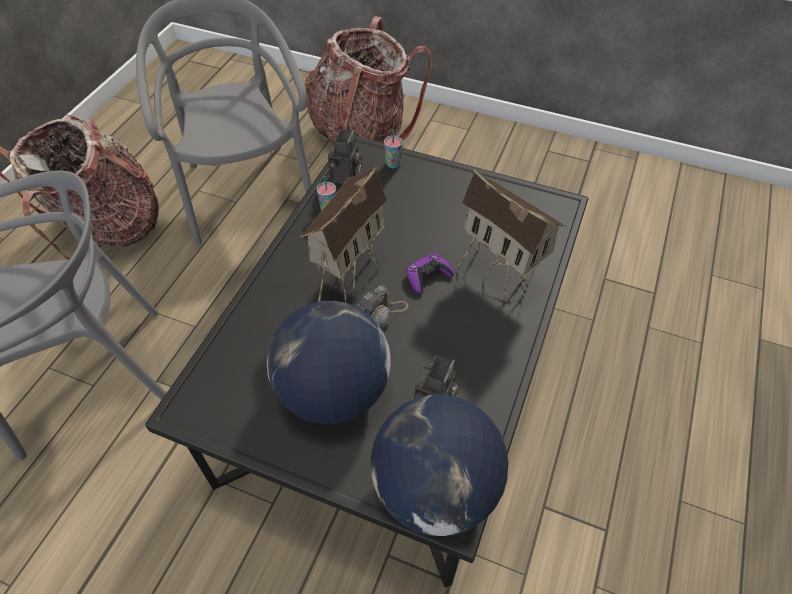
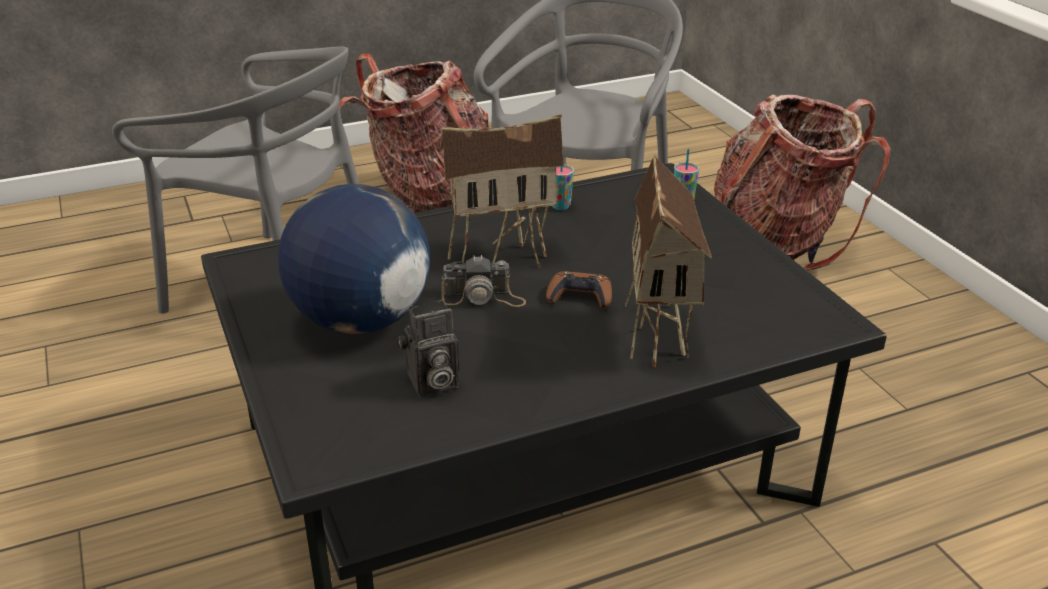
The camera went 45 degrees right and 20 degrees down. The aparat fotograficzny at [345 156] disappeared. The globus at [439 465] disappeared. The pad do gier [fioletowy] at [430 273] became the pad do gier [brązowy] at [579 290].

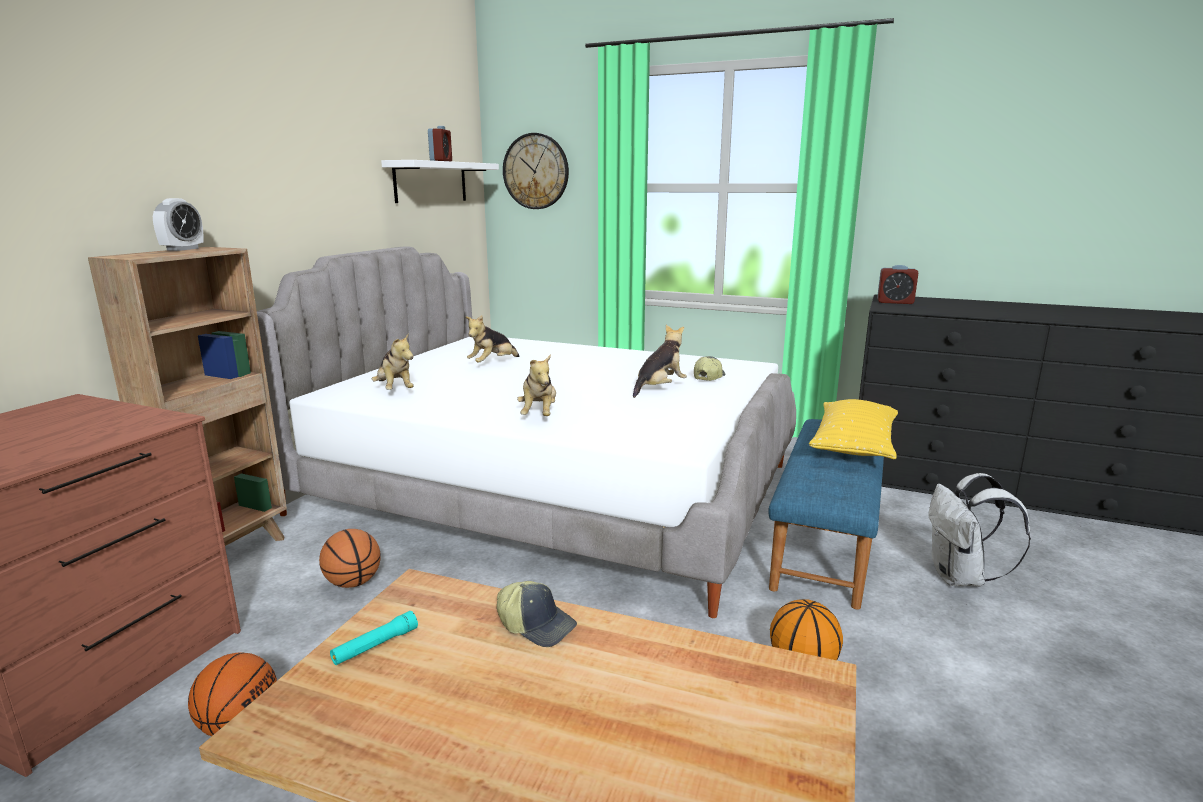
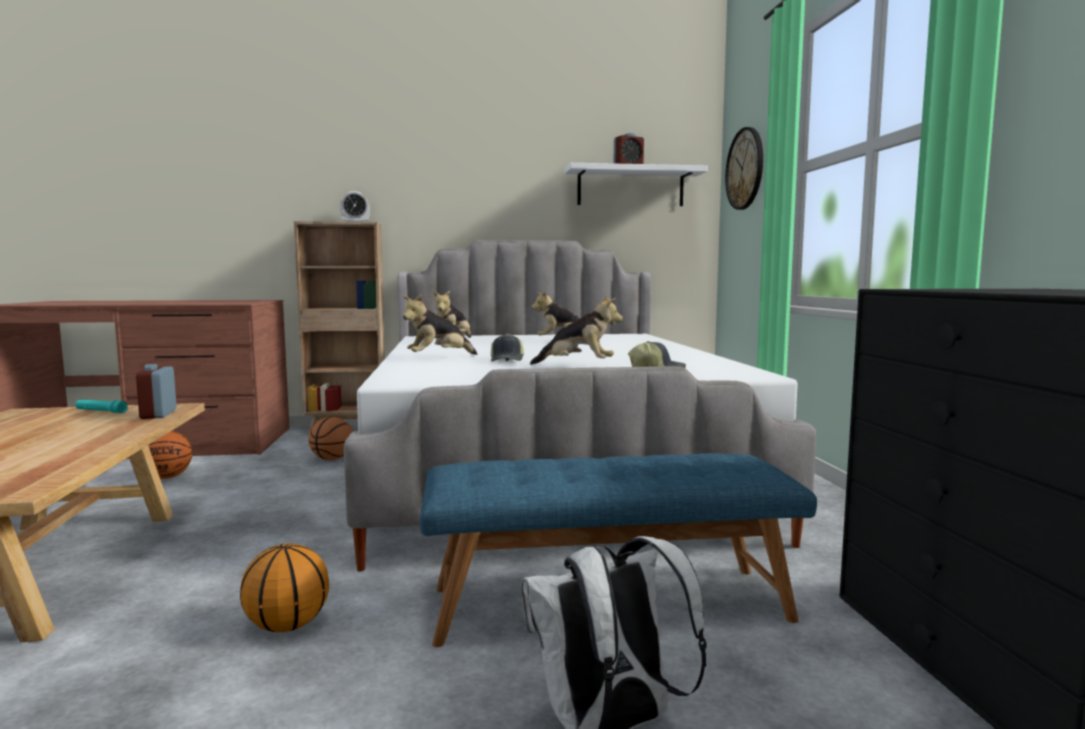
The camera went 60 degrees right and 10 degrees down. The czapka z daszkiem moved from [537 614] to [507 348]. The poduszka [żółty] at [853 429] disappeared. The budzik moved from [897 284] to [156 391].

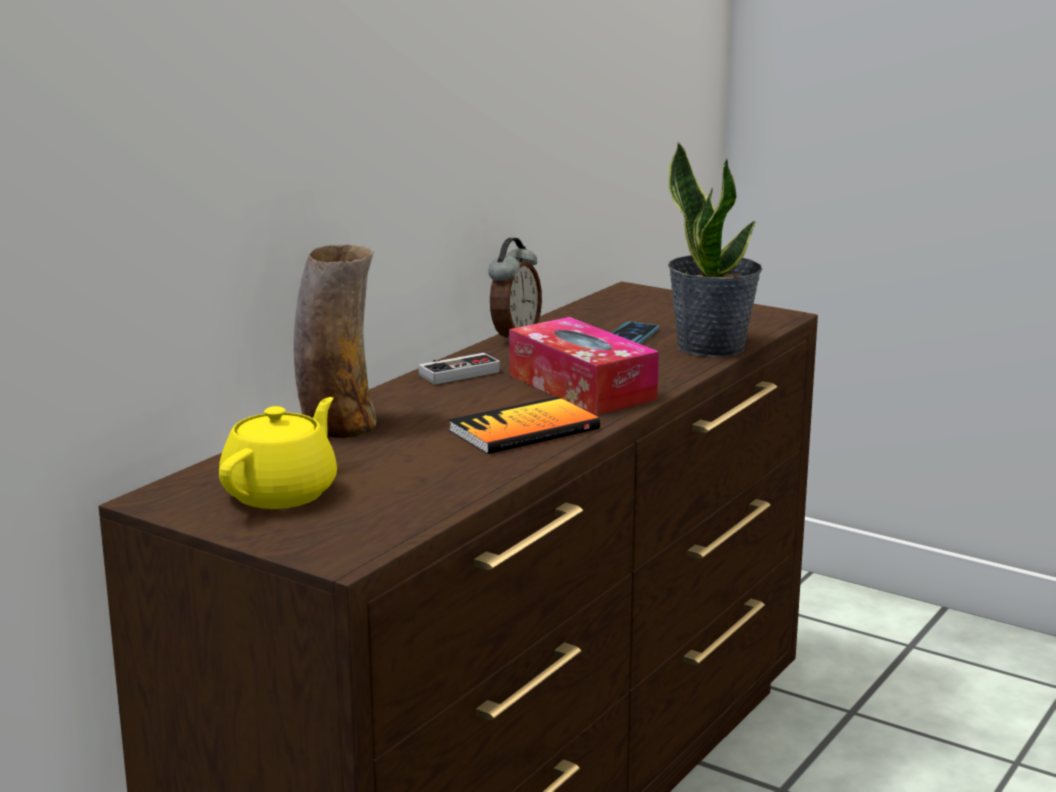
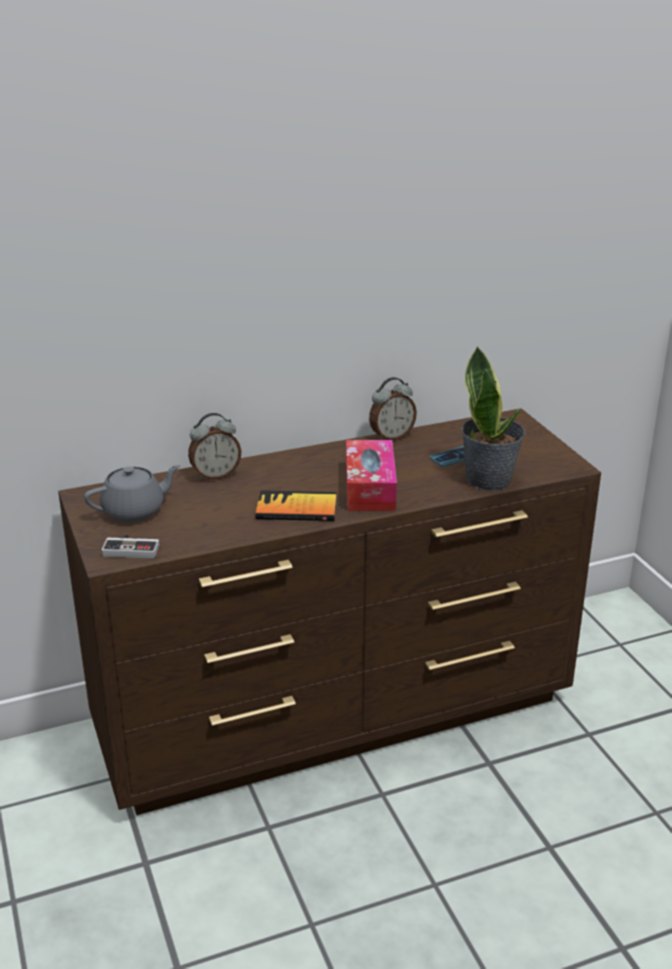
The camera went 35 degrees right and 10 degrees up. The imbryk [żółty] at [278 453] became the imbryk [szary] at [132 493]. The wazon at [335 341] was replaced by the budzik at [214 447]. The pad do gier moved from [459 368] to [130 547].

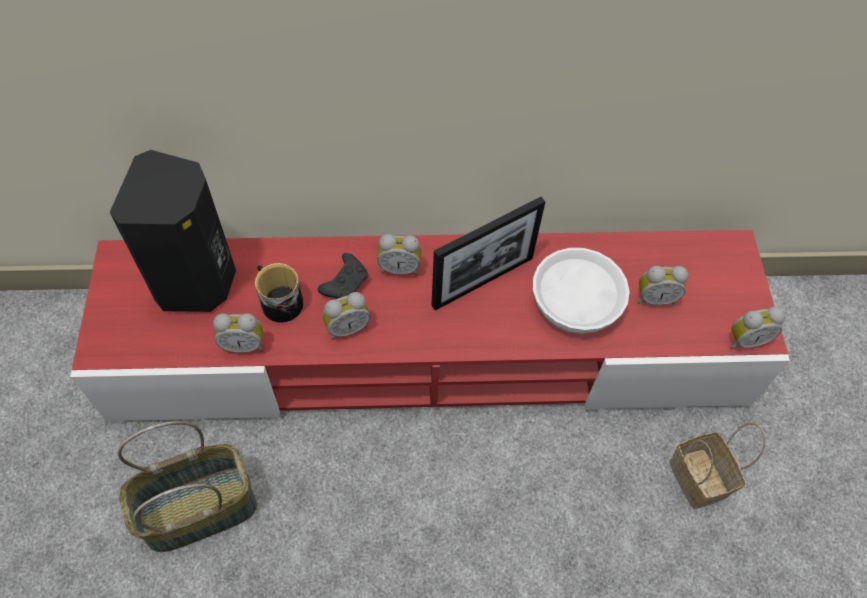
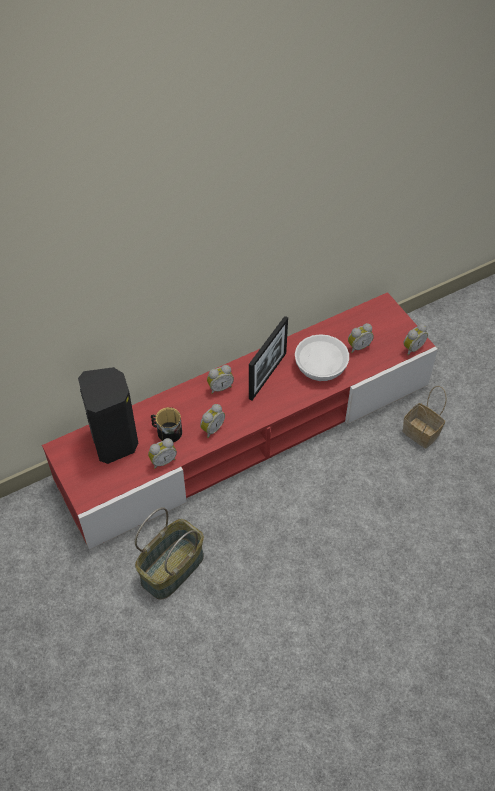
The camera went 25 degrees left and 5 degrees down. The pad do gier [czarny] at [343 276] disappeared.

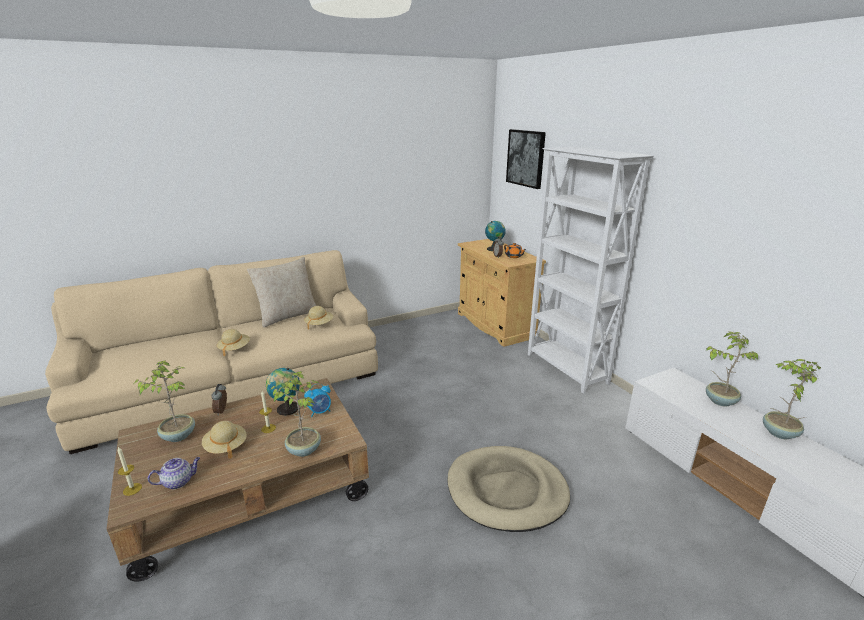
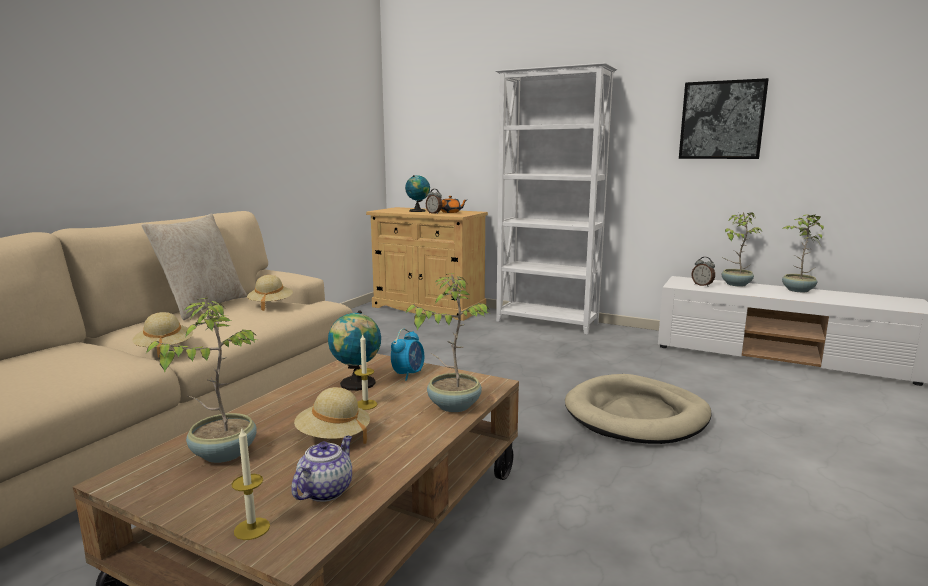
The camera went 35 degrees left and 10 degrees down. The budzik moved from [219 400] to [703 272]. The obraz moved from [526 159] to [724 118].

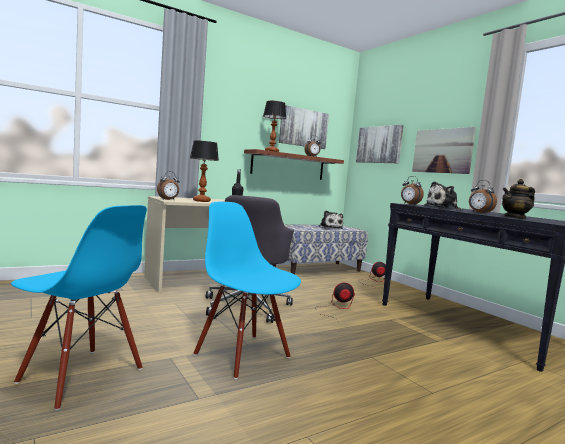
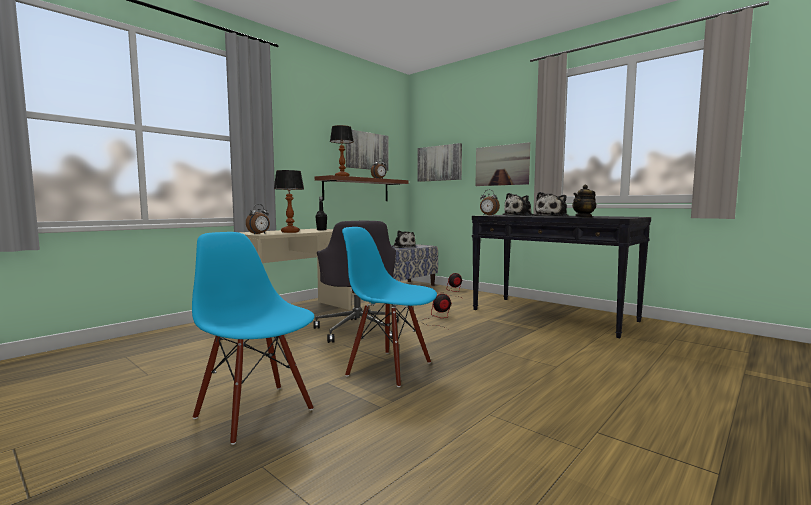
The camera went 15 degrees left and 0 degrees up. The krzesło [niebieski] at [79 307] turned 150 degrees counterclockwise. The budzik at [483 197] was replaced by the pluszak at [551 204].

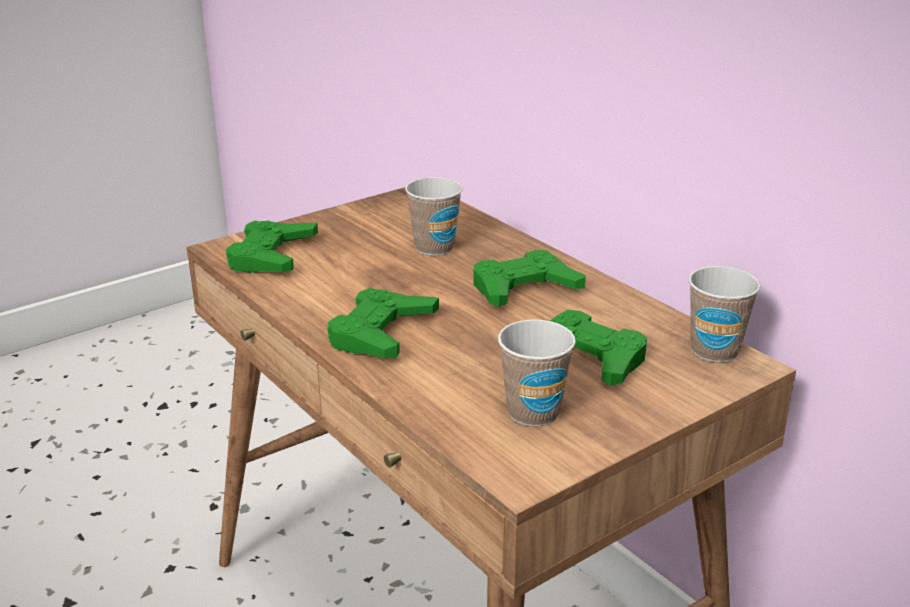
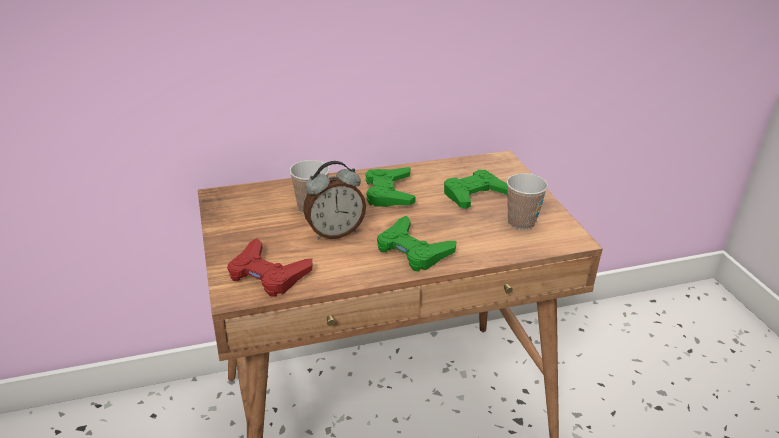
The camera went 70 degrees left and 5 degrees up. The pad do gier [zielony] at [272 247] became the pad do gier [czerwony] at [270 267]. The filiżanka at [724 314] disappeared. The budzik at [334 200] appeared.

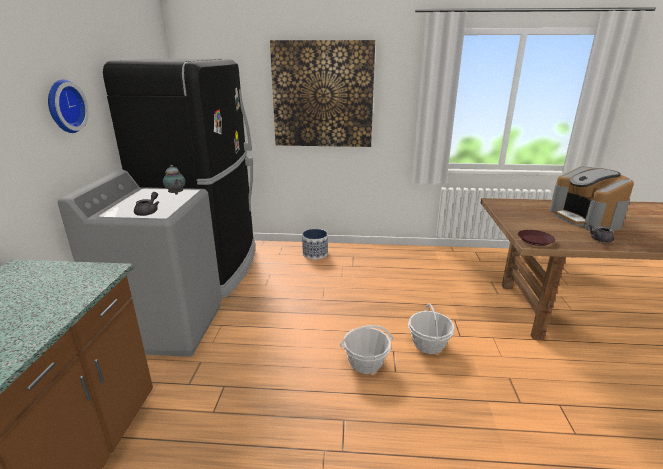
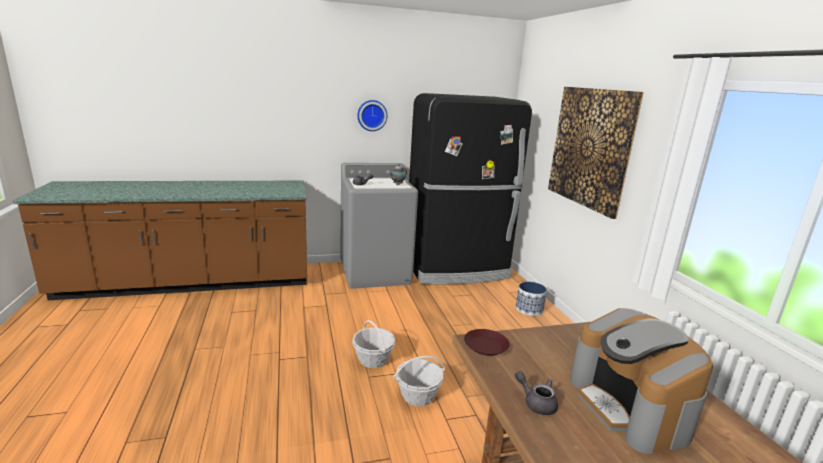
The camera went 70 degrees right and 5 degrees down. The ekspres do kawy at [592 199] turned 75 degrees counterclockwise.

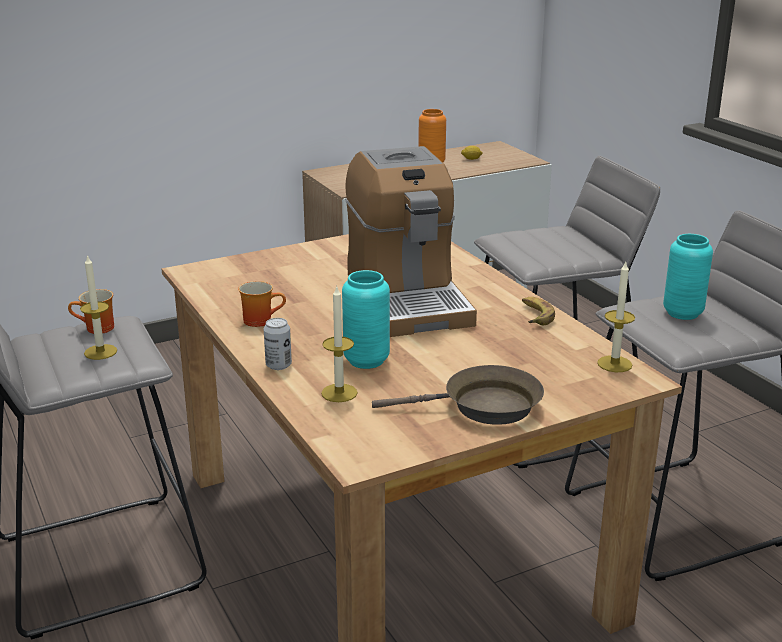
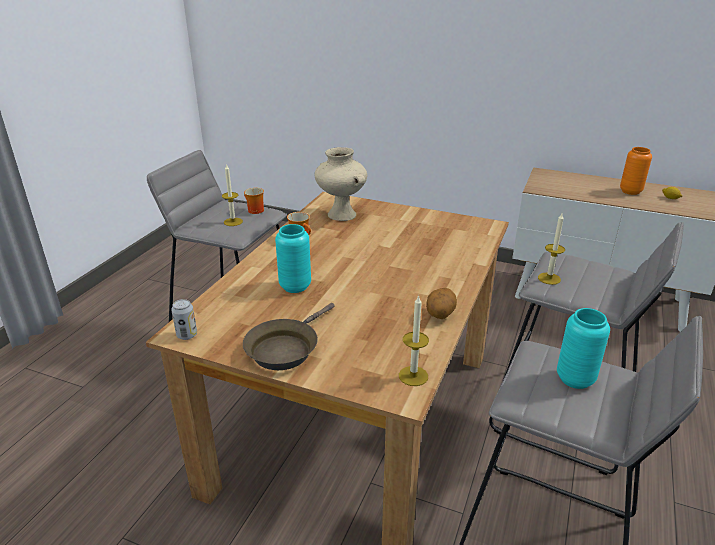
The camera went 50 degrees right and 5 degrees up. The puszka moved from [278 344] to [184 319]. The świeca moved from [339 344] to [551 249]. The ekspres do kawy at [411 241] disappeared. The patelnia [brązowy] at [458 395] turned 75 degrees clockwise. The banan at [538 311] was replaced by the ziemniak at [441 303]. The wazon [beżowy] at [340 184] appeared.

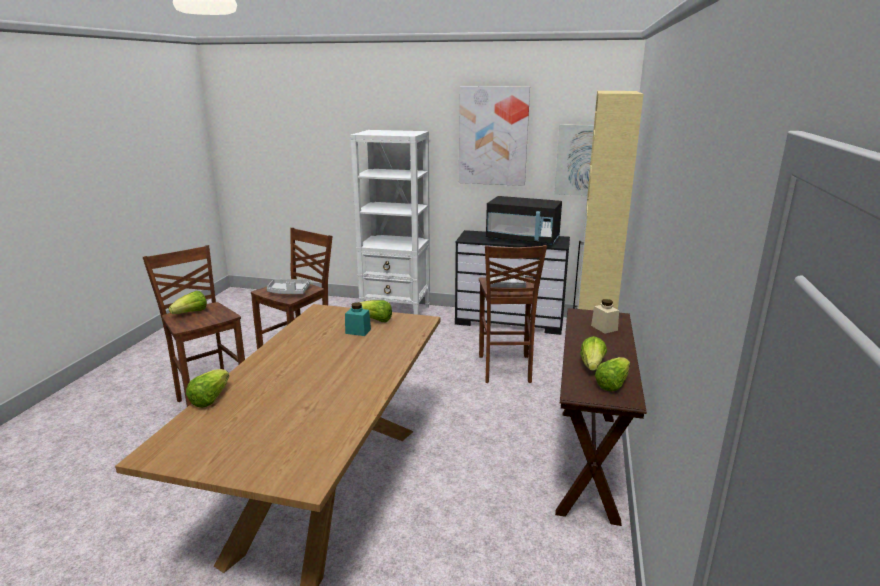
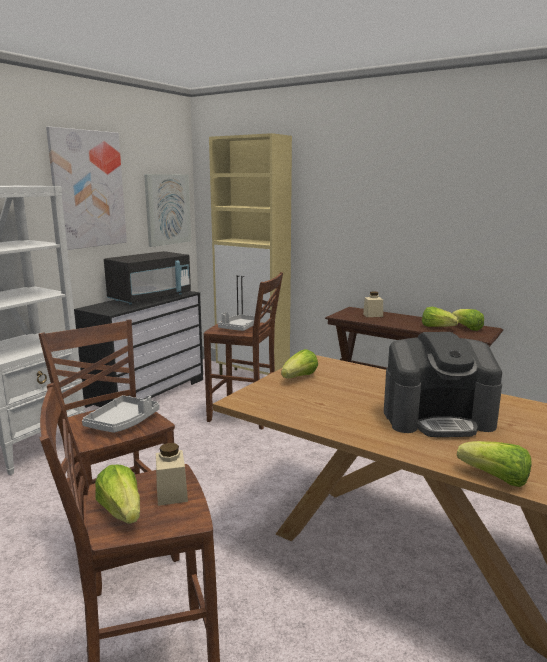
The camera went 70 degrees left and 5 degrees down. The słoik [turkusowy] at [358 319] disappeared. The słoik [beżowy] at [172 474] appeared. The ekspres do kawy at [443 384] appeared.

